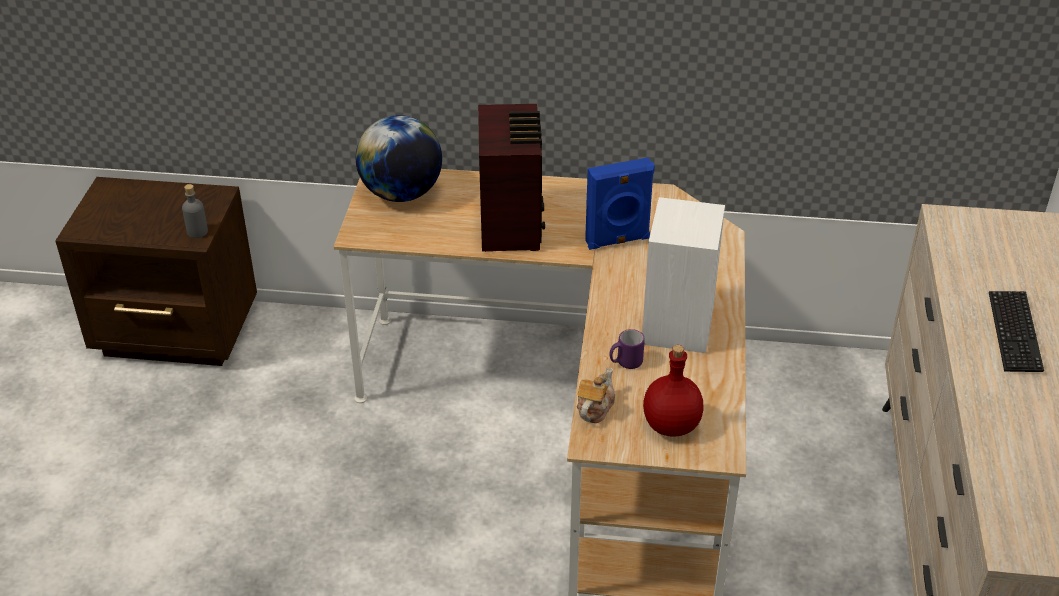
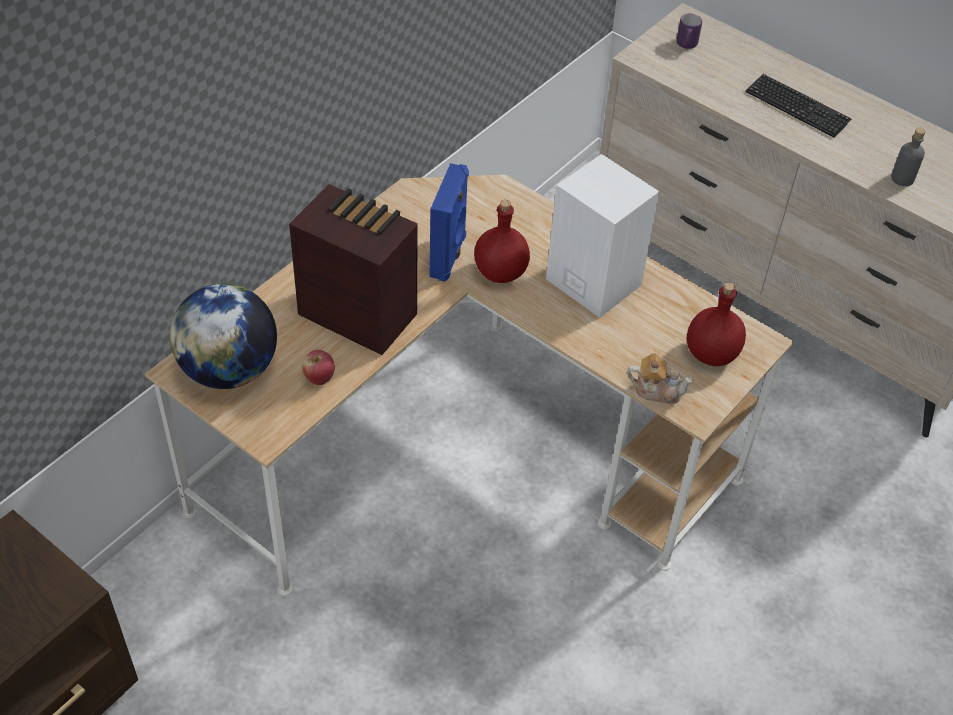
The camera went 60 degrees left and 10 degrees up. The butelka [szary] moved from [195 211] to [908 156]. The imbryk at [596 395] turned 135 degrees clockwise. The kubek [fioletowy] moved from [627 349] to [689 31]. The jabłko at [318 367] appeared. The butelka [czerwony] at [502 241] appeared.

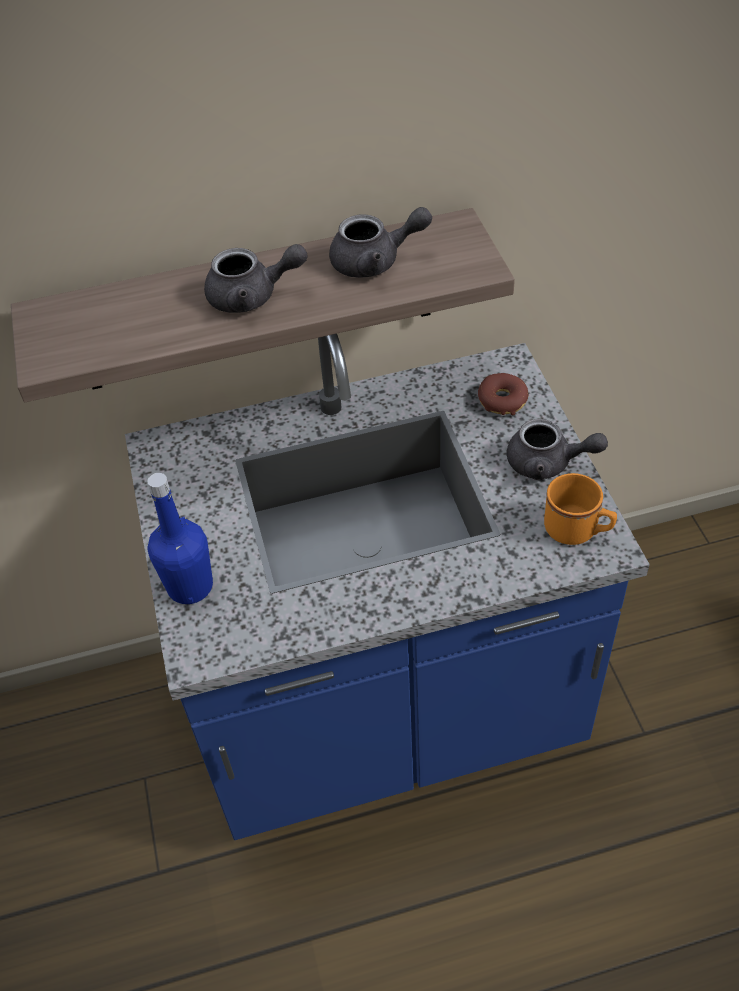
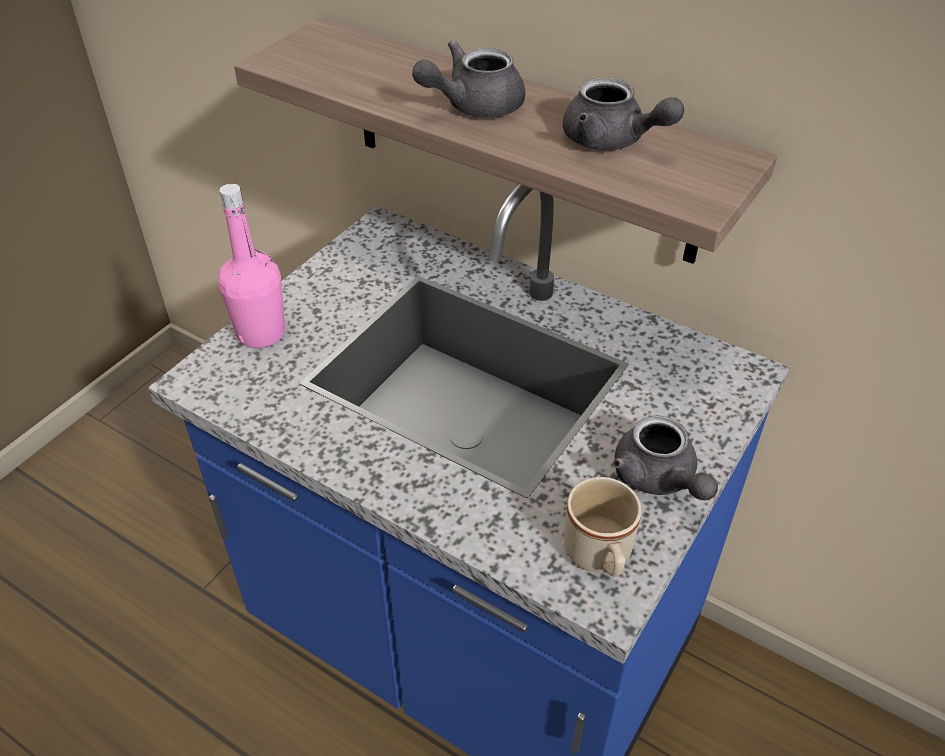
The camera went 45 degrees right and 5 degrees down. The butelka [niebieski] at [180 538] became the butelka [różowy] at [251 266]. The imbryk [szary] at [256 278] turned 105 degrees clockwise. The donut at [503 394] disappeared. The kubek [pomarańczowy] at [580 509] became the kubek [beżowy] at [603 527].

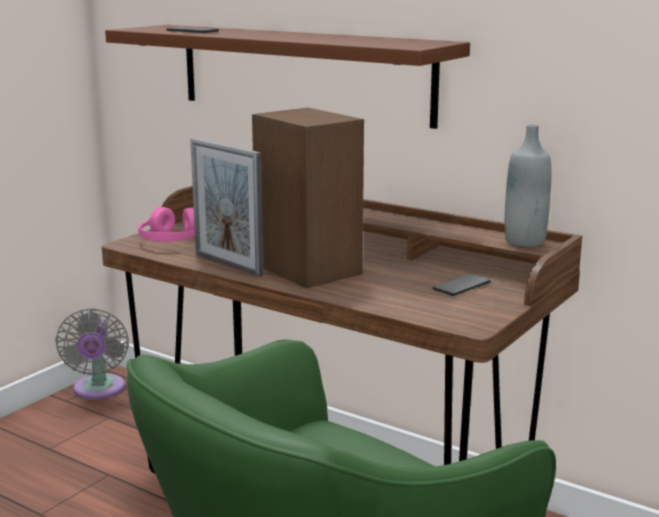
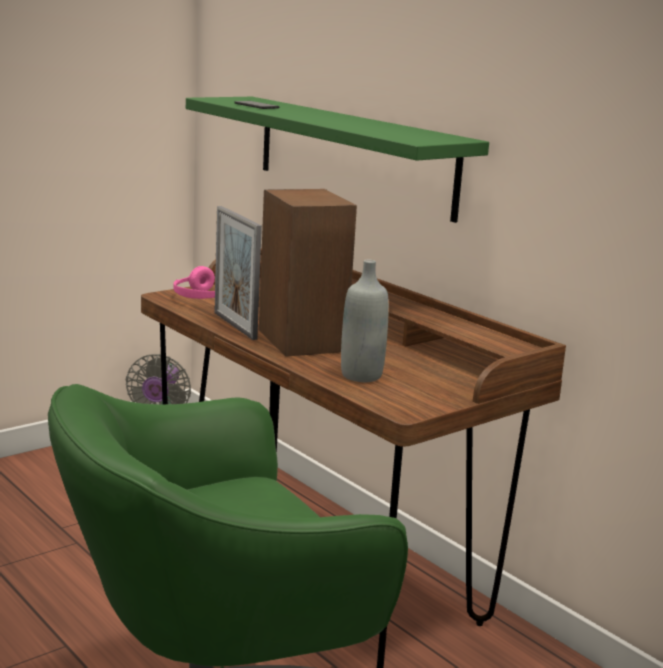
The camera went 15 degrees right and 0 degrees up. The półka [brązowy] at [287 77] became the półka [zielony] at [337 160]. The telefon at [462 285] disappeared. The butelka [szary] moved from [528 185] to [365 321].

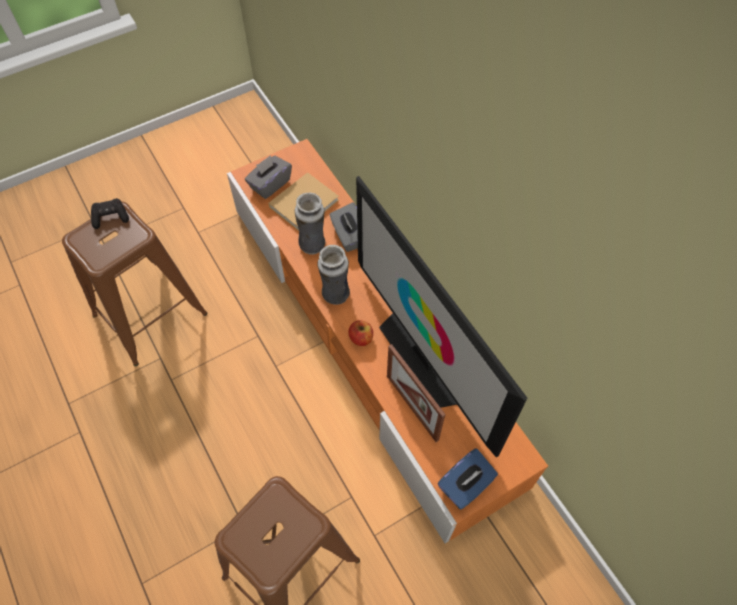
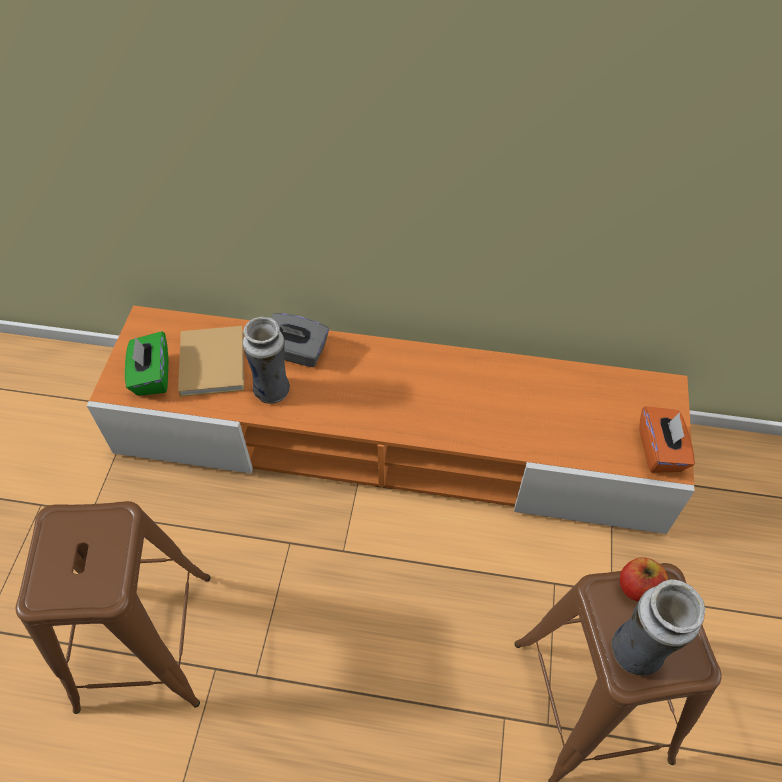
The camera went 50 degrees left and 5 degrees down. The pad do gier [czarny] at [110 213] disappeared. The pudełko chusteczek [szary] at [268 177] became the pudełko chusteczek [zielony] at [147 363]. The wazon moved from [333 275] to [658 627]. The jabłko moved from [360 333] to [644 579]. The telewizor at [441 316] disappeared. The ramka na zdjęcie at [416 393] disappeared. The pudełko chusteczek [niebieski] at [468 479] became the pudełko chusteczek [pomarańczowy] at [667 439].

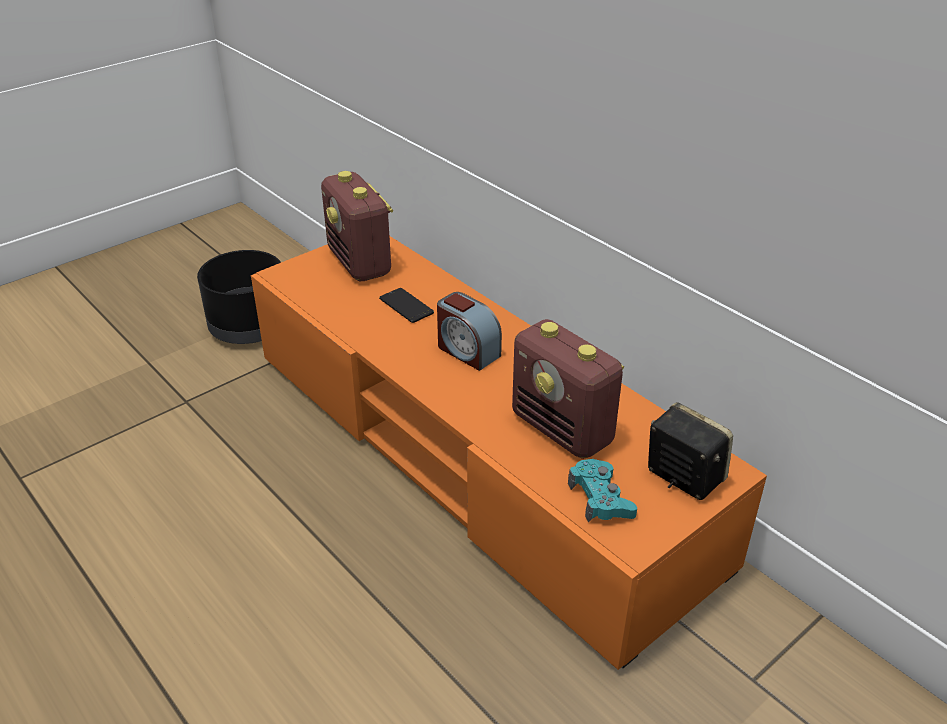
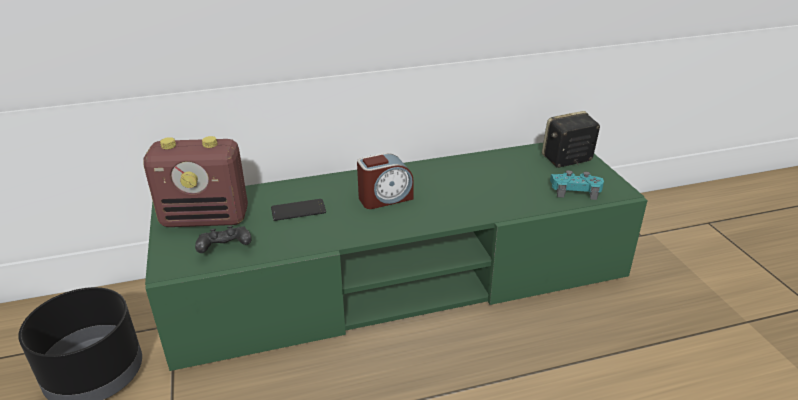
The camera went 65 degrees left and 5 degrees down. The szafka pod telewizor [pomarańczowy] at [509 453] became the szafka pod telewizor [zielony] at [396 257]. The radio at [568 389] disappeared. The pad do gier [czarny] at [223 239] appeared.

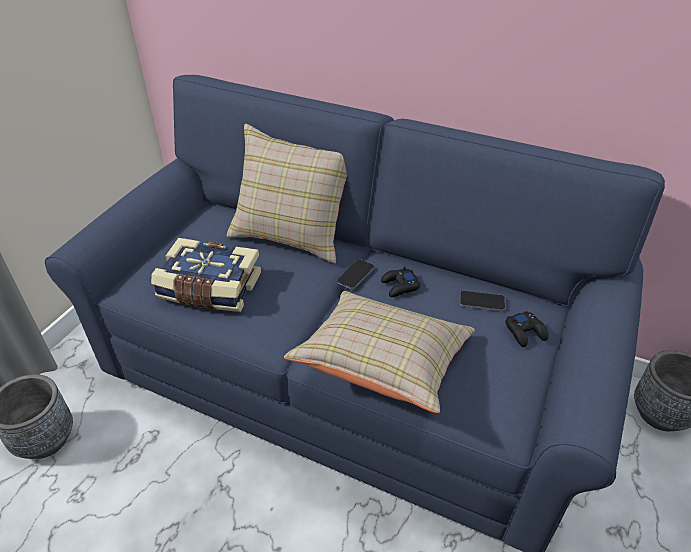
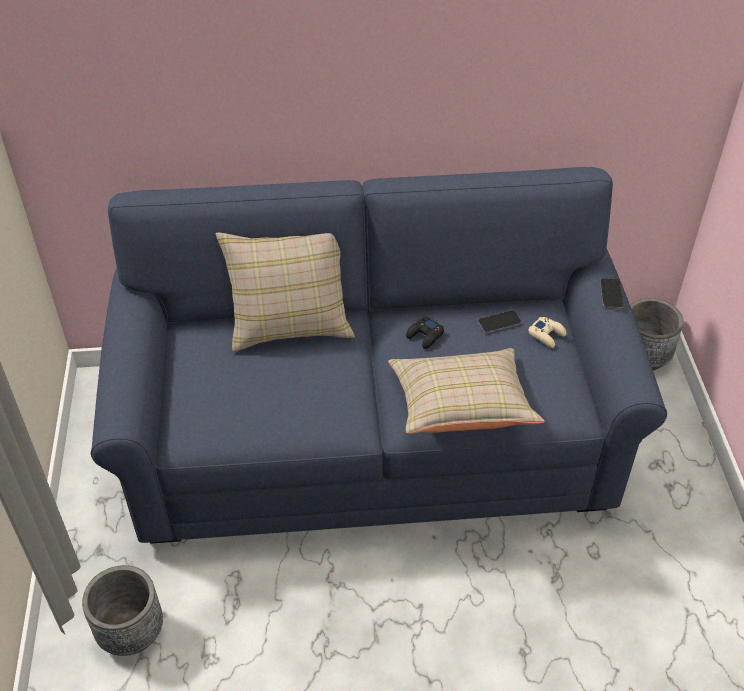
The camera went 30 degrees left and 5 degrees up. The książka at [206 275] disappeared. The telefon moved from [355 274] to [612 293]. The pad do gier [czarny] at [527 329] became the pad do gier [beżowy] at [547 332].

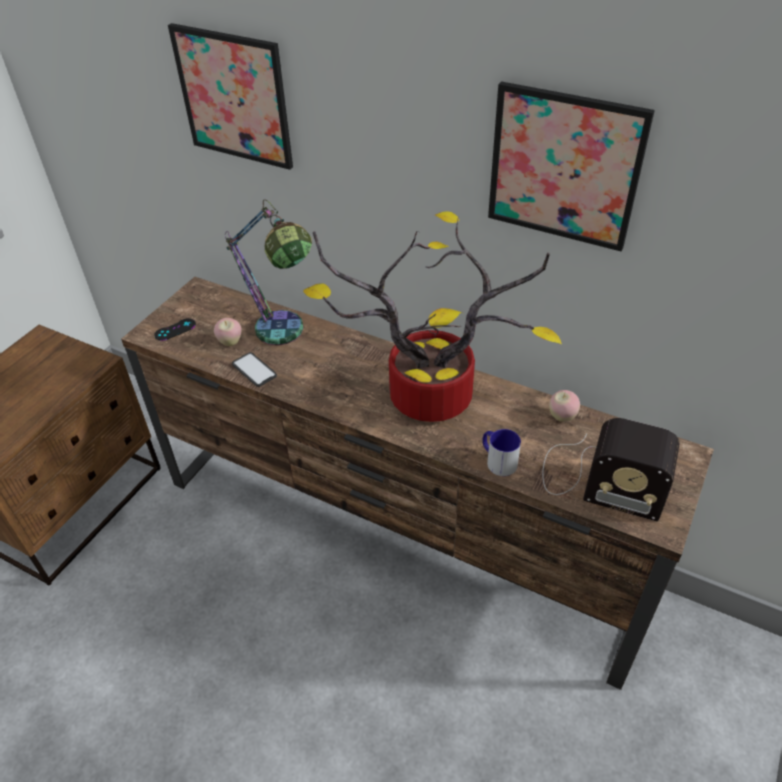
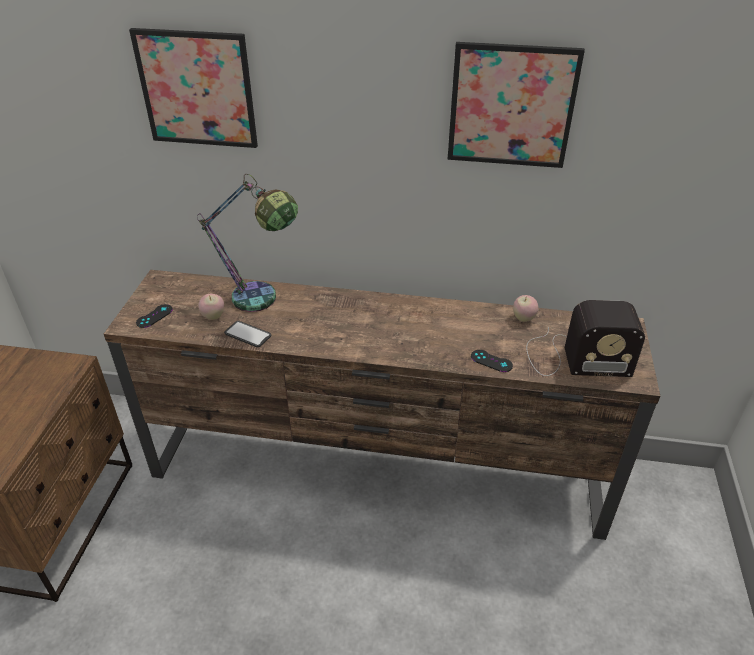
The camera went 20 degrees left and 5 degrees down. The roślina doniczkowa at [432 316] disappeared. The kubek at [501 452] was replaced by the pad do gier [czarny] at [492 361].

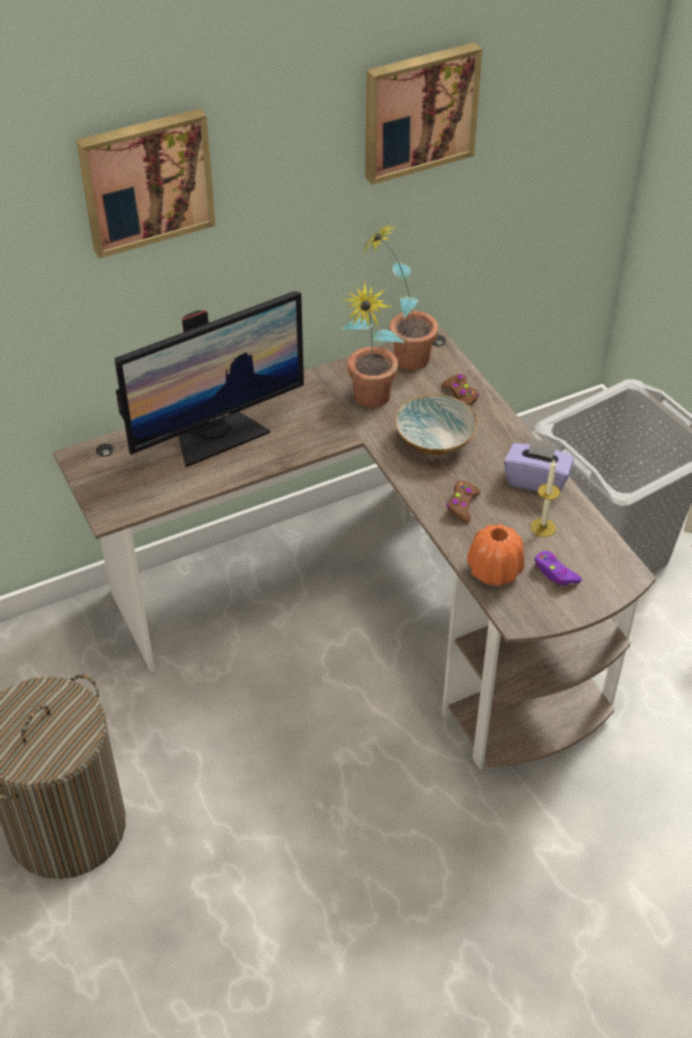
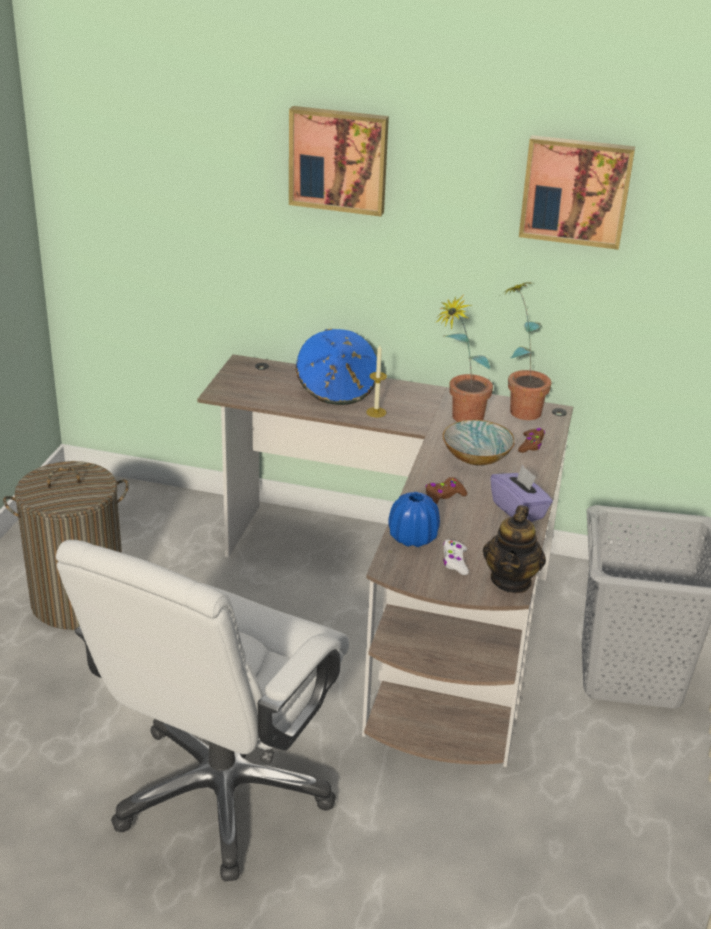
The camera went 40 degrees right and 15 degrees down. The monitor at [209 379] was replaced by the kapelusz [niebieski] at [336 367]. The wazon [pomarańczowy] at [495 555] became the wazon [niebieski] at [414 519]. The świeca moved from [545 498] to [376 381]. The pad do gier [fioletowy] at [558 568] became the pad do gier [biały] at [456 557]. The krzesło biurowe [biały] at [202 711] appeared. The imbryk at [514 549] appeared.

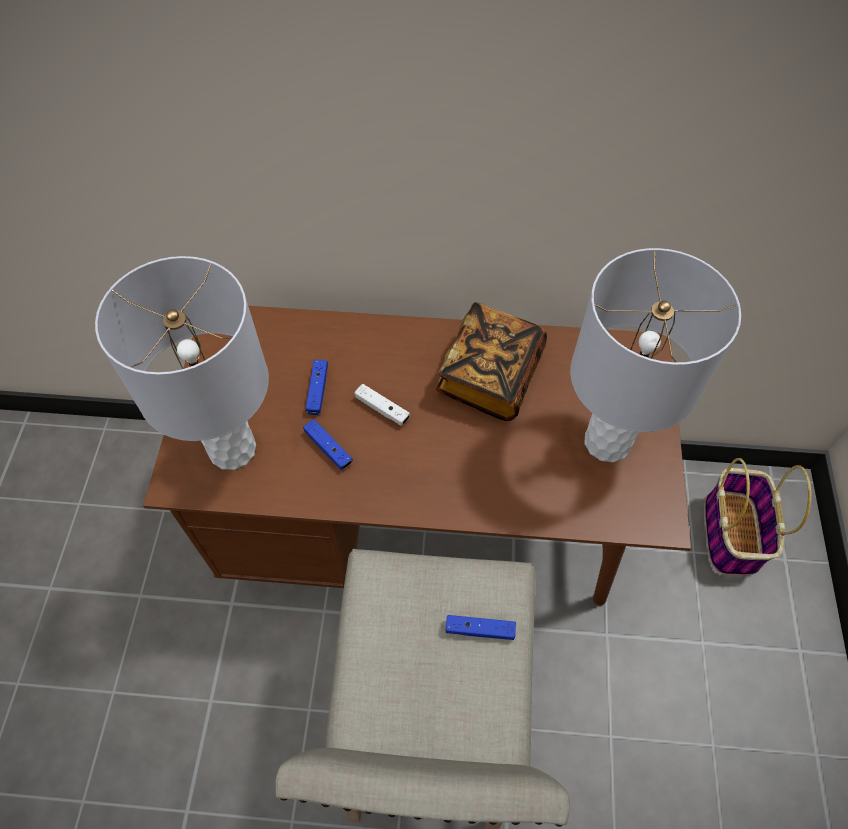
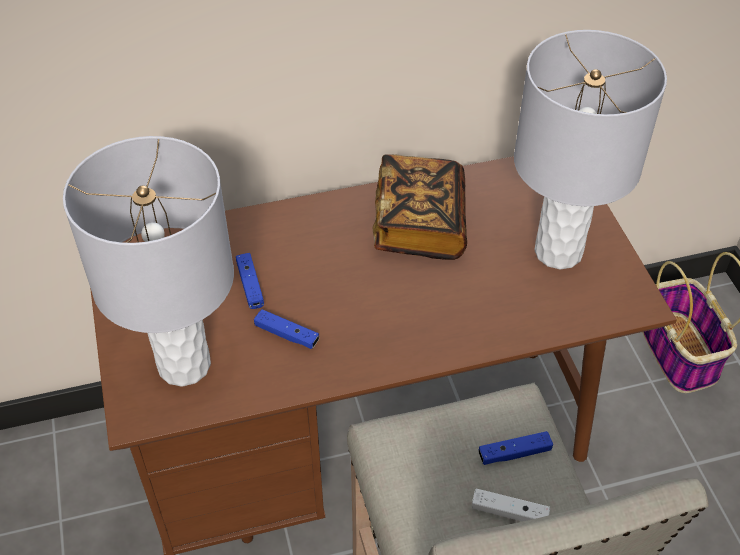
The camera went 20 degrees left and 10 degrees down. The pad do gier [biały] moved from [382 405] to [511 505].

